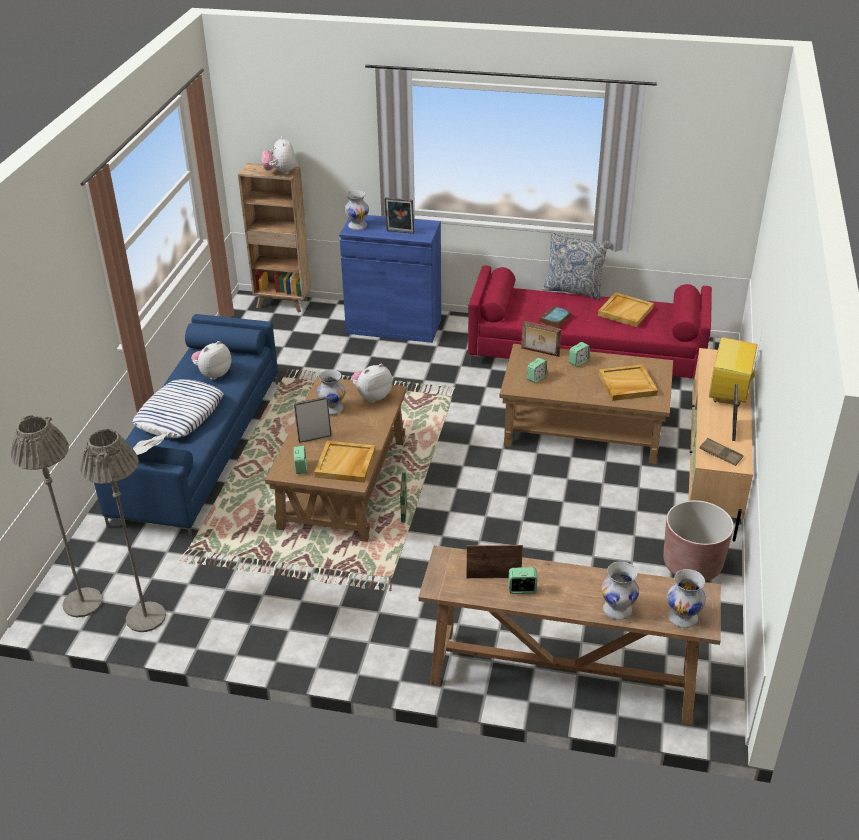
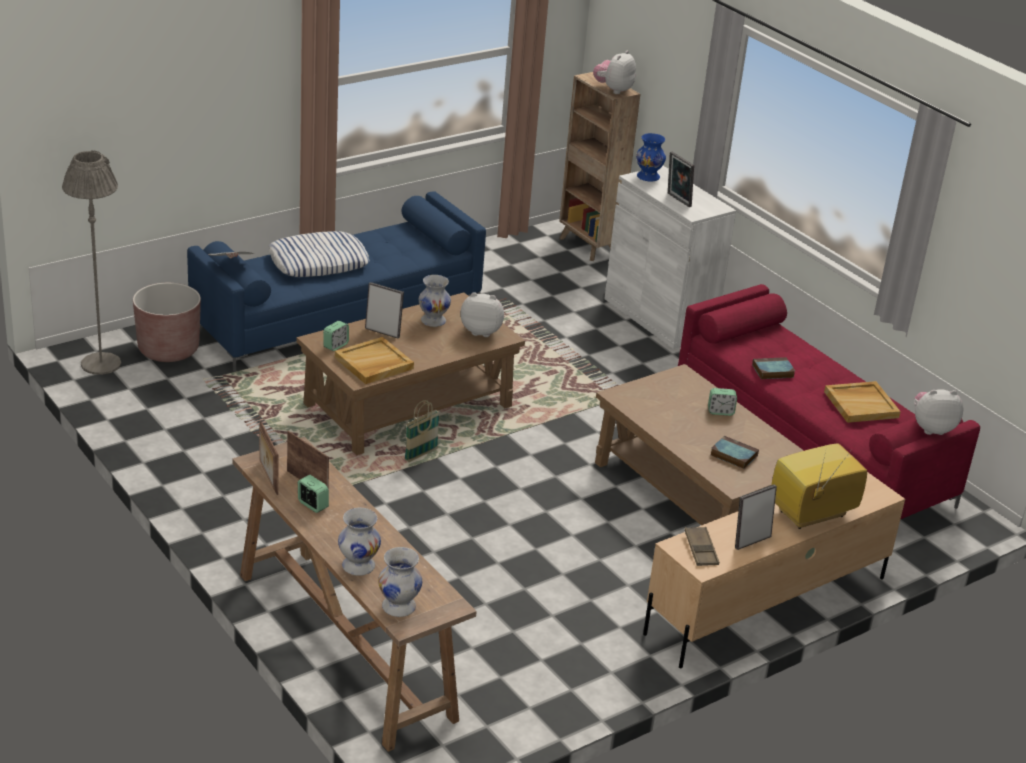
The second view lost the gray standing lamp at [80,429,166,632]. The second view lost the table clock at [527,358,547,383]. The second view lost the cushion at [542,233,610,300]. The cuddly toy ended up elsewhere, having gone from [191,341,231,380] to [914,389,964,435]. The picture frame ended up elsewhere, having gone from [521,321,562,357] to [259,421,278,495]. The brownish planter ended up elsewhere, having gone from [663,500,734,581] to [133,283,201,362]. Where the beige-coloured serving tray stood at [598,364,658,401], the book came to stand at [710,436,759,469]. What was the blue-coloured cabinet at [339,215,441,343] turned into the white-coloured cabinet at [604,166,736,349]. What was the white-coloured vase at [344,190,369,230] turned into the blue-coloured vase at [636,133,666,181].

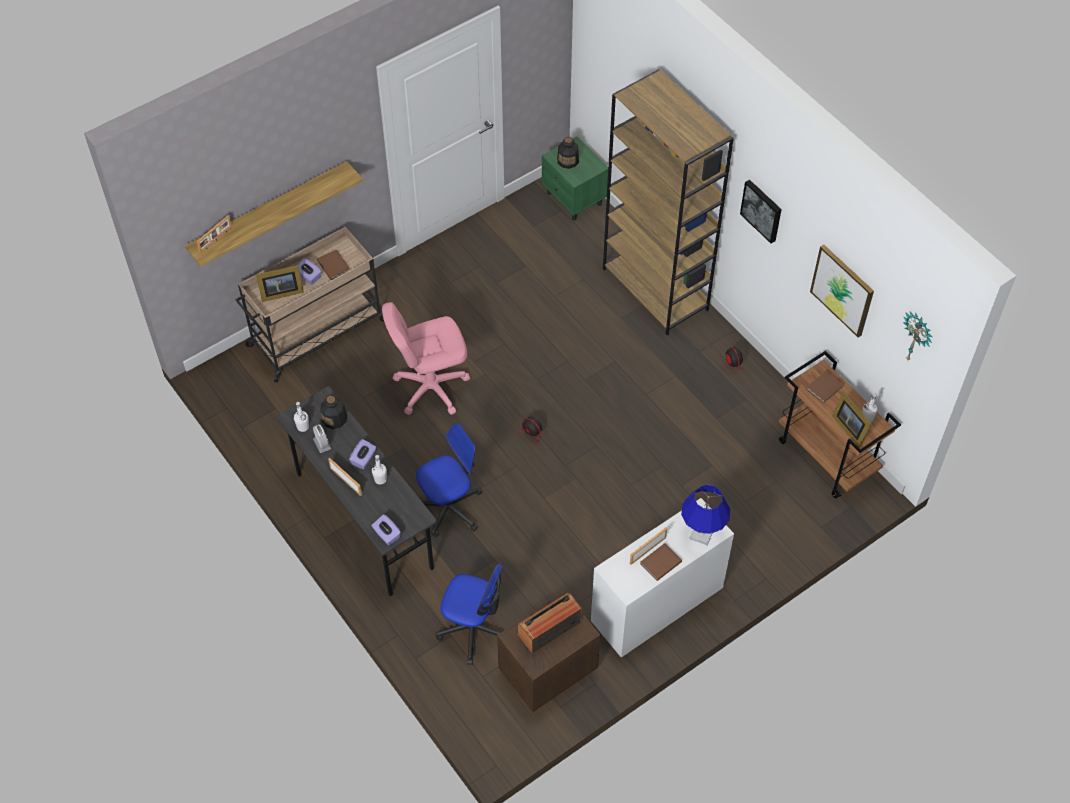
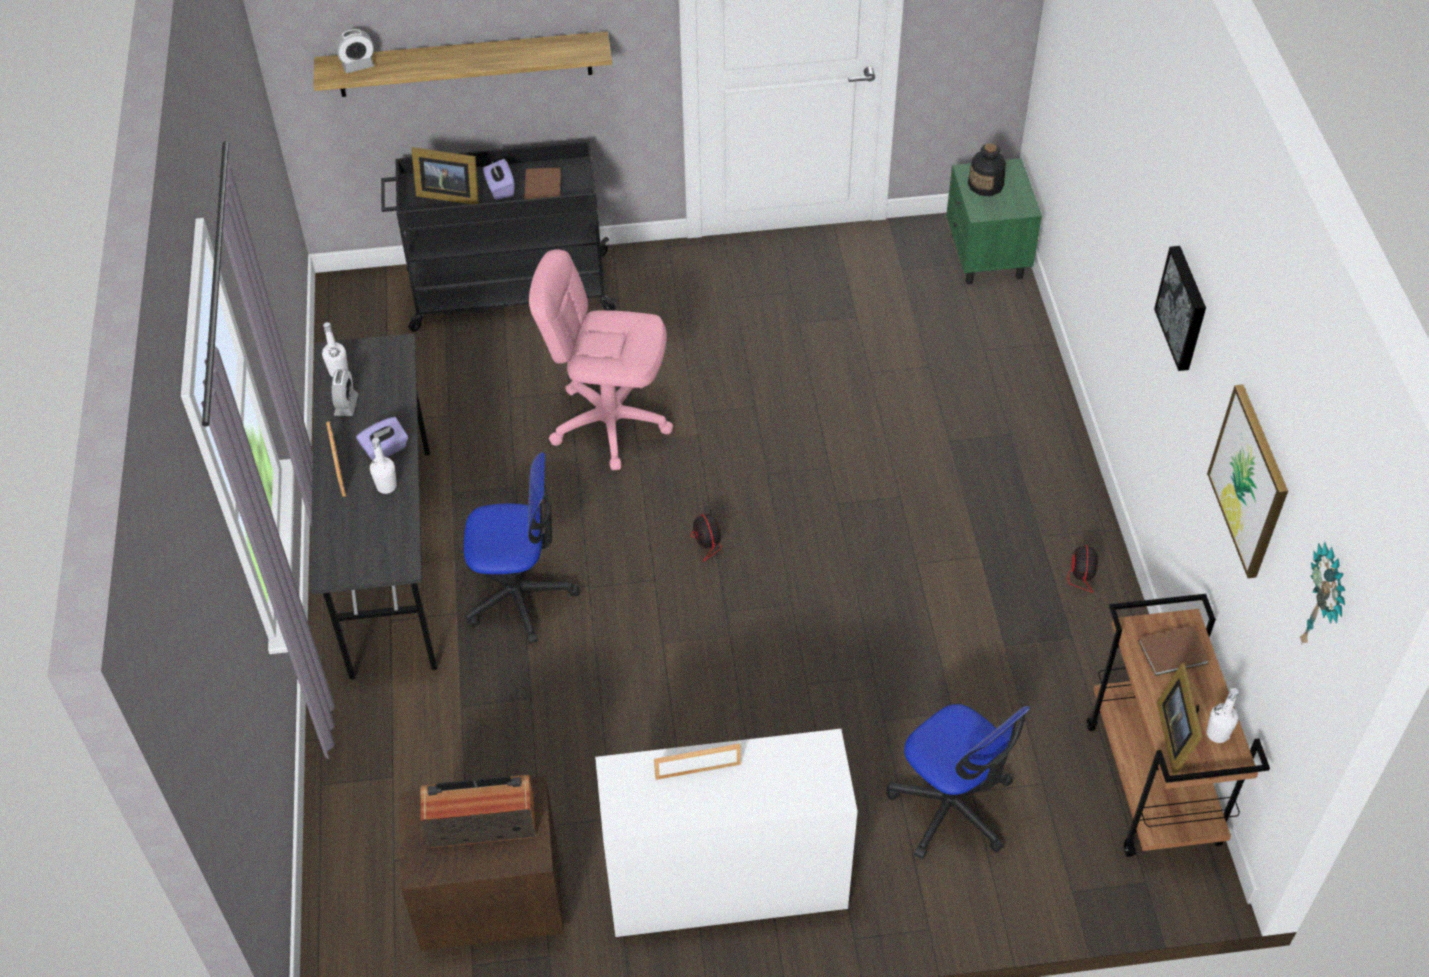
The second view lost the bottle at [320,395,347,429]. The second view lost the purple tissue box at [372,514,401,545]. The second view lost the brownish shelving unit at [603,69,734,336]. The second view lost the brownish book at [640,543,682,581]. The second view lost the blue-coloured lamp for a table at [681,485,730,545]. The desk chair ended up elsewhere, having gone from [436,564,503,665] to [886,704,1030,859]. Where the picture frame stood at [197,215,232,254], the table clock came to stand at [335,29,374,73]. What was the beige-coloured cart at [235,227,384,382] turned into the black cart at [381,141,617,332].

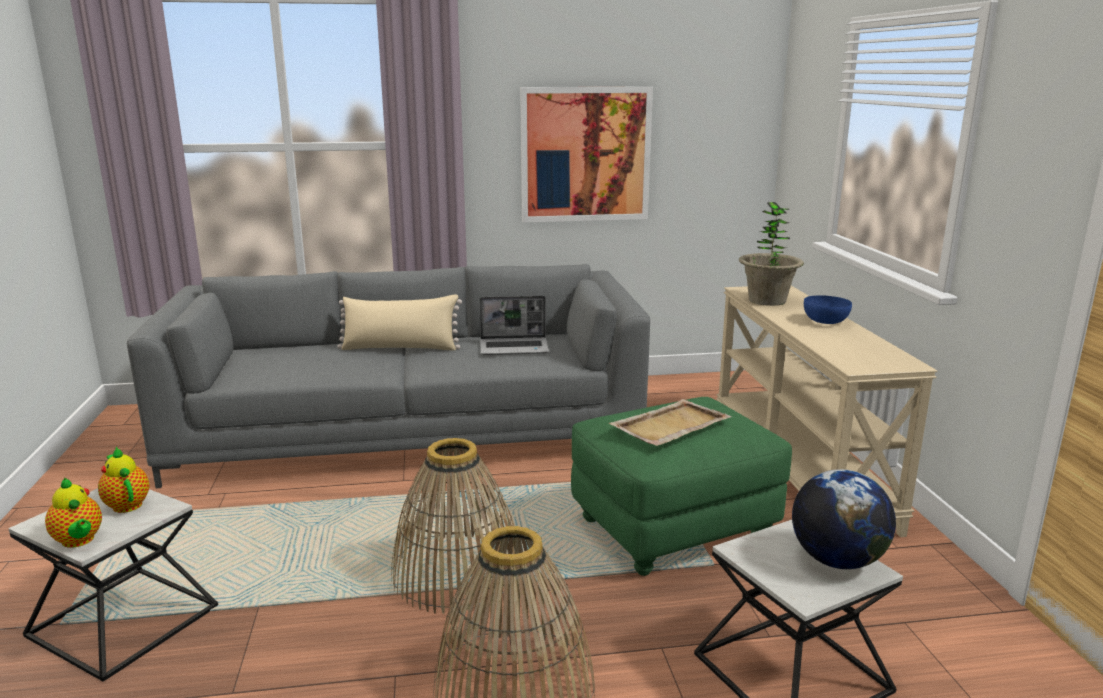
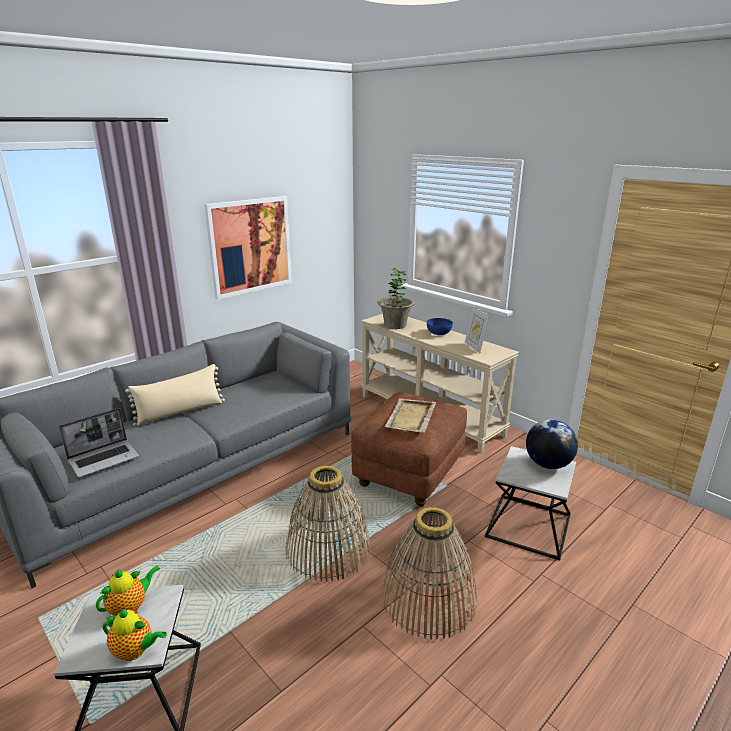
The second view gained the picture frame at [465,306,489,353]. The laptop ended up elsewhere, having gone from [479,296,549,355] to [59,408,139,478]. What was the green-coloured ottoman at [571,397,792,576] turned into the brownish ottoman at [351,392,467,507]. The pot for tea at [98,446,149,513] ended up facing another way, 120 degrees clockwise from before.

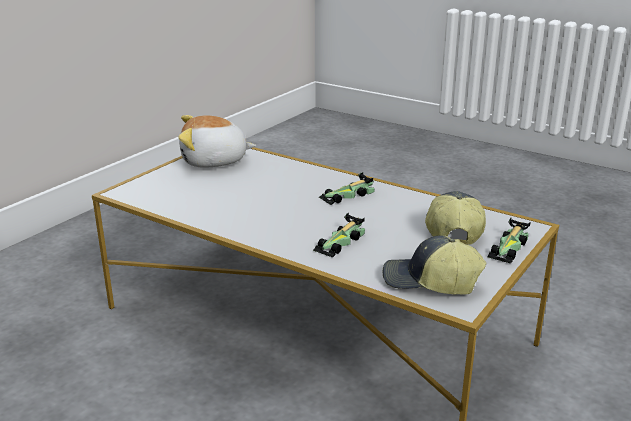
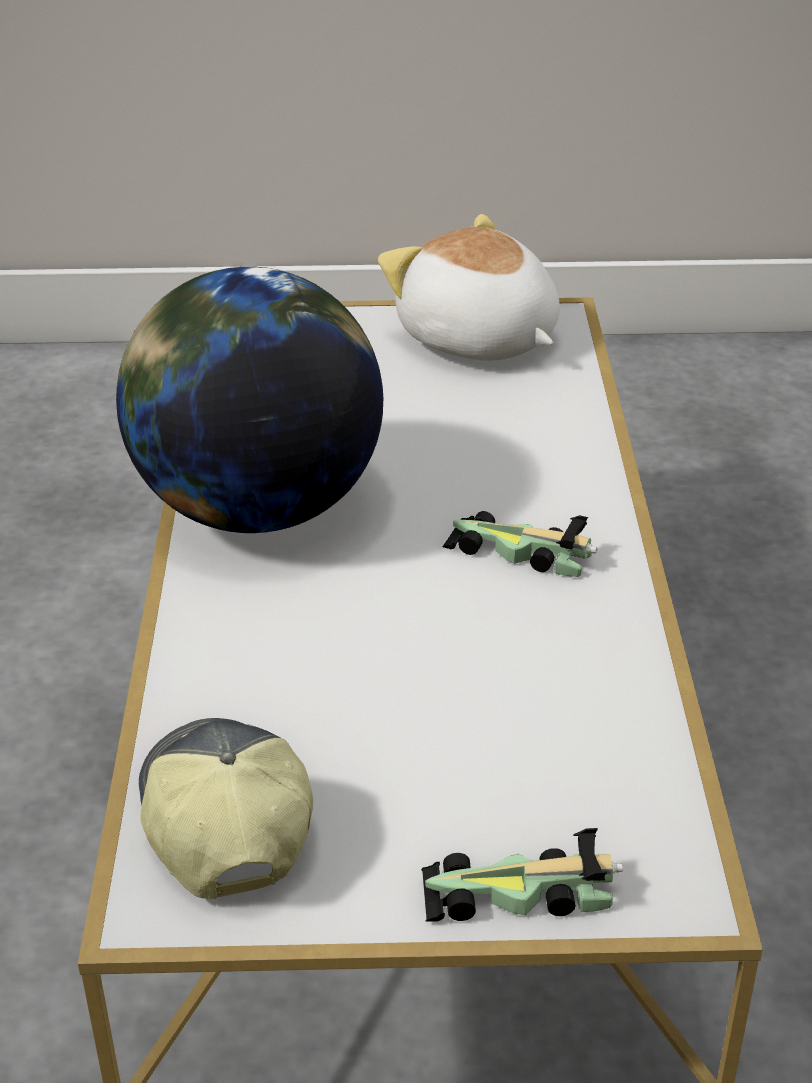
The second view lost the miniature car at [313,213,365,257]. The second view lost the baseball cap at [425,191,486,245]. The second view gained the globe at [116,267,383,533].

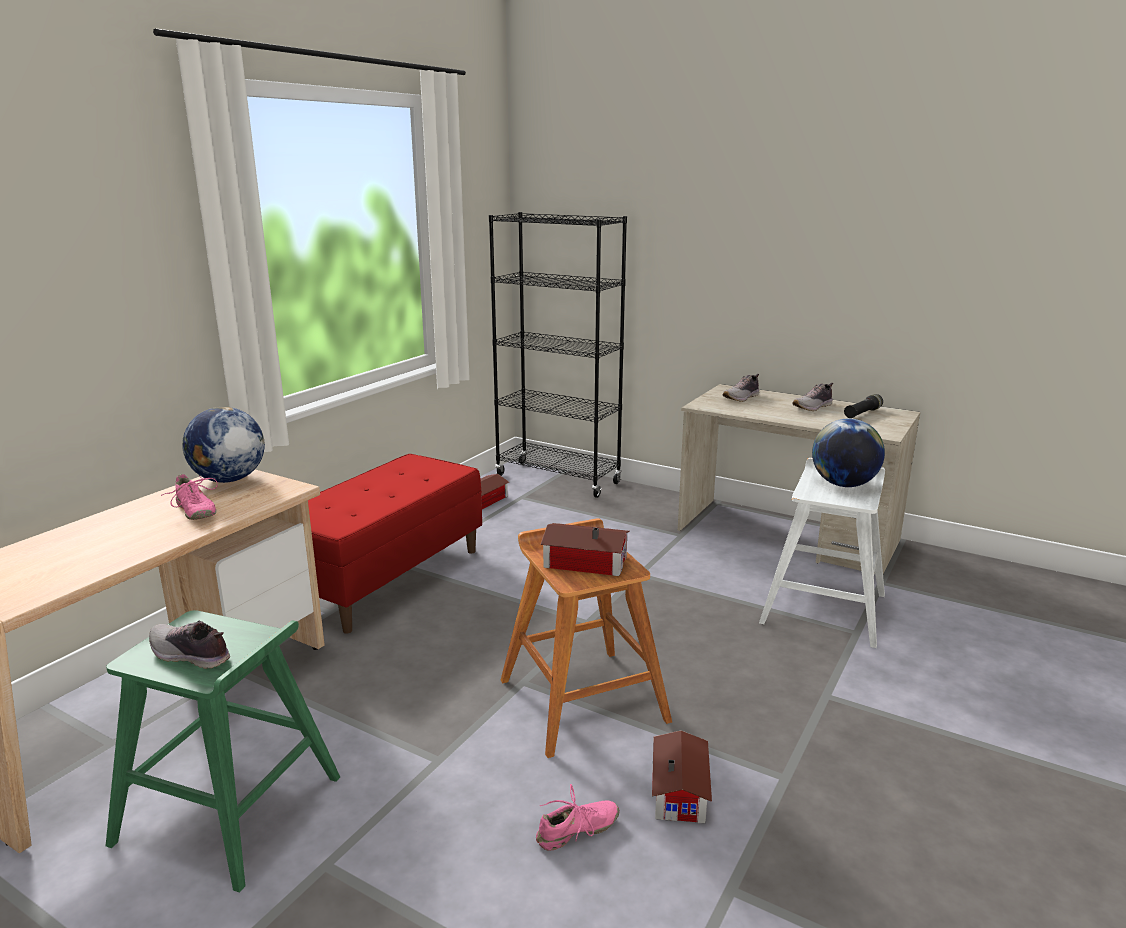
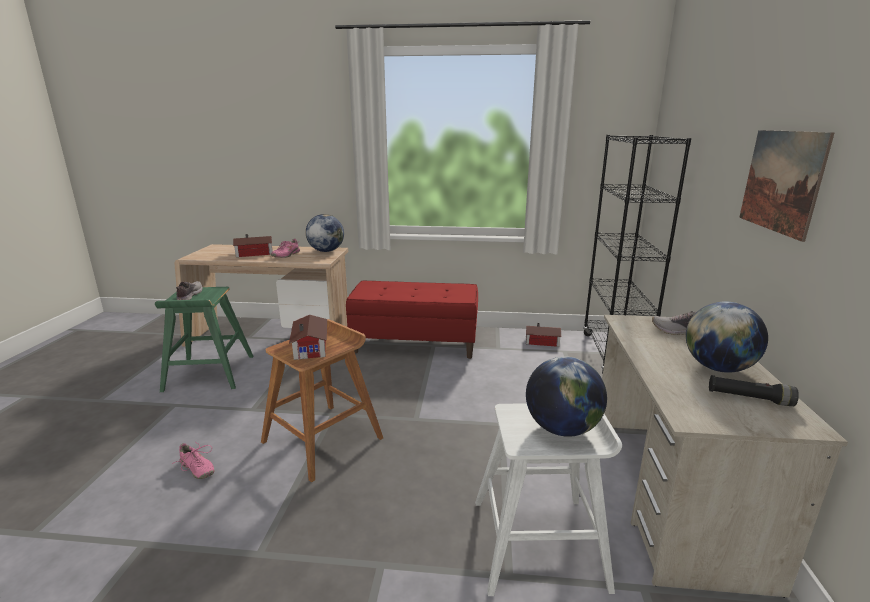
The second view gained the picture at [739,130,835,242]. The miniature house ended up elsewhere, having gone from [652,730,712,823] to [233,234,273,257]. Where the shoe stood at [792,383,833,411], the globe came to stand at [686,302,768,373].

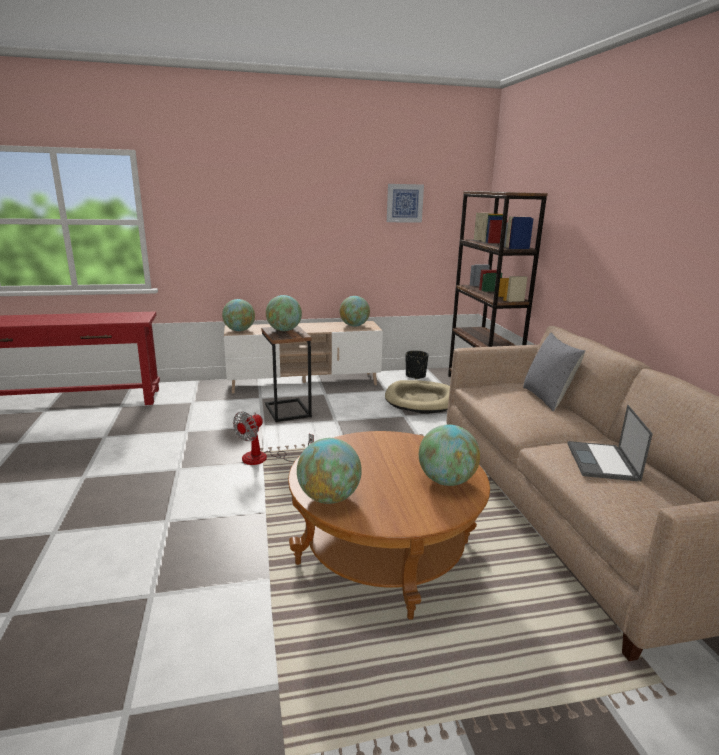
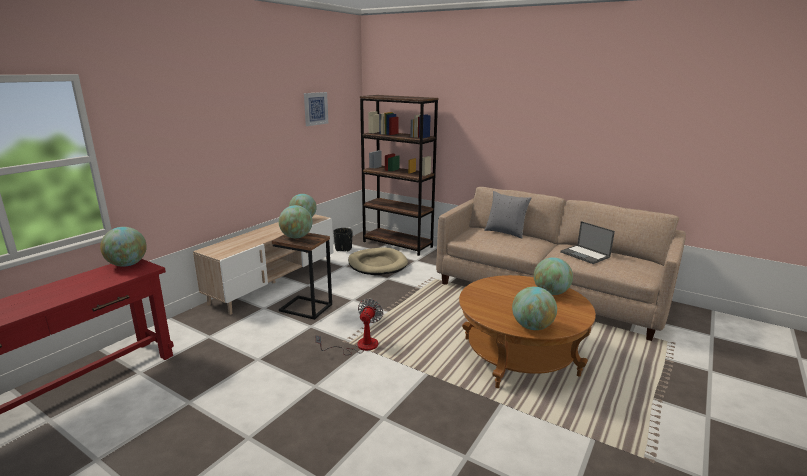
The globe ended up elsewhere, having gone from [222,299,255,331] to [100,227,147,267]. The fan at [233,411,314,465] ended up facing another way, 150 degrees counterclockwise from before.

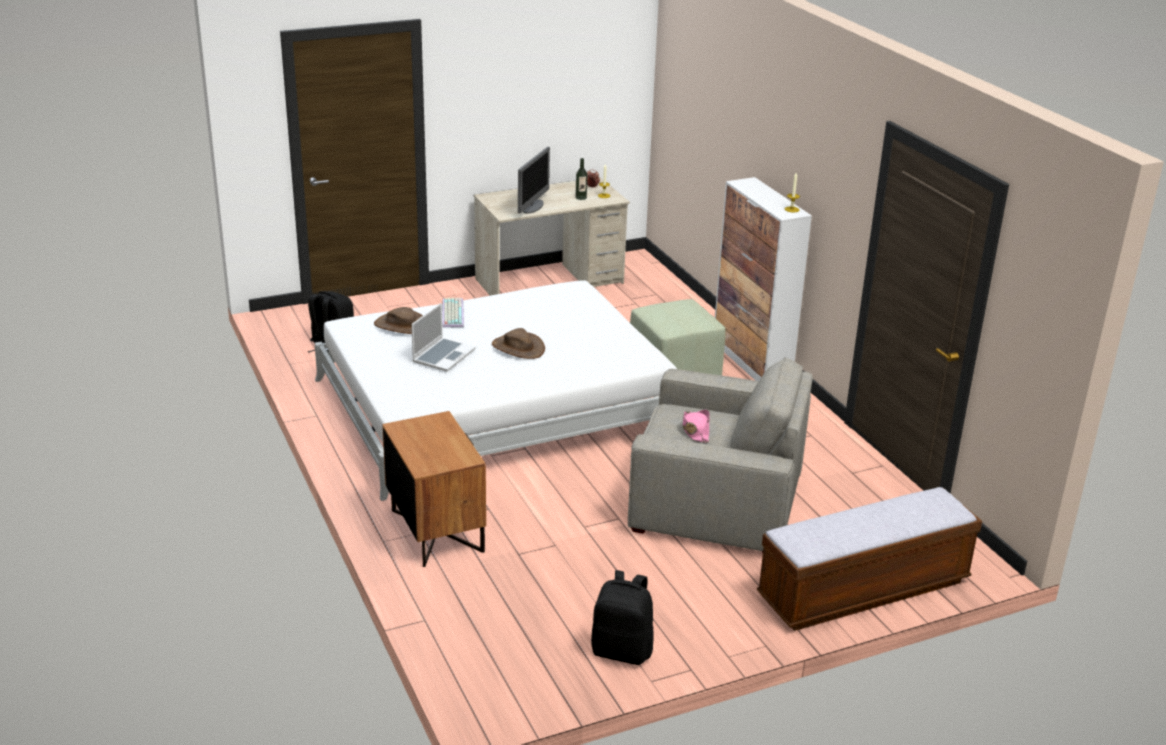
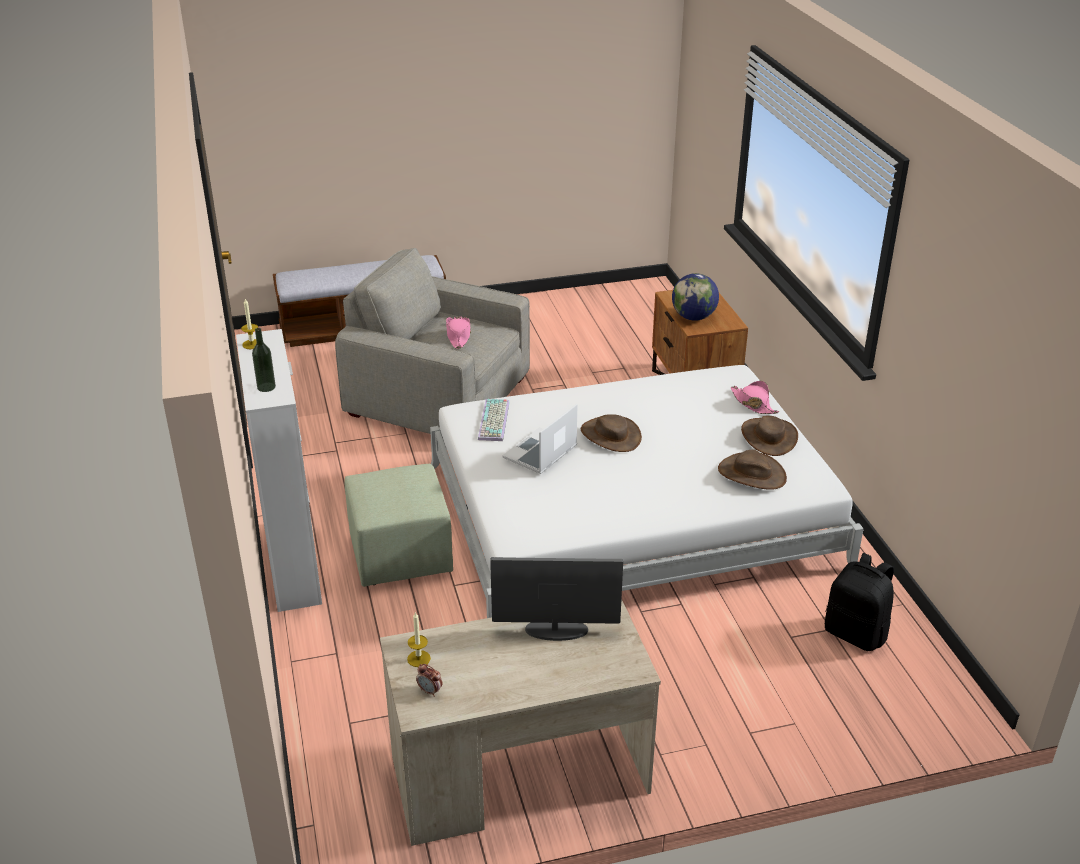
The second view lost the black knapsack at [591,570,654,665]. The second view gained the globe at [672,273,719,321]. The second view gained the pink hat at [731,381,779,414]. The second view gained the brownish hat at [741,416,798,456]. The laptop ended up elsewhere, having gone from [411,303,475,371] to [502,404,577,474]. The PC keyboard ended up elsewhere, having gone from [443,298,464,328] to [478,399,509,441]. The bottle ended up elsewhere, having gone from [575,158,587,200] to [252,328,276,392]. The monitor at [518,147,550,214] ended up facing another way, 60 degrees clockwise from before.

